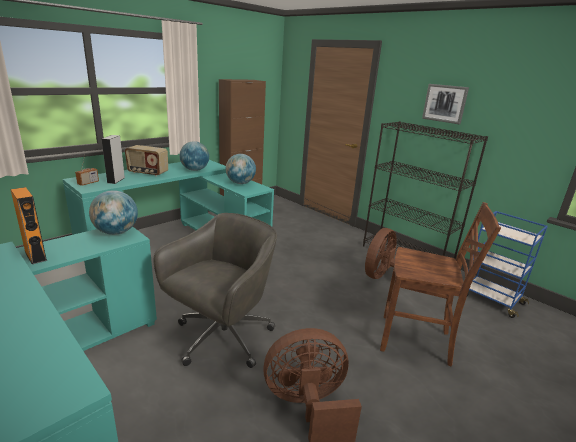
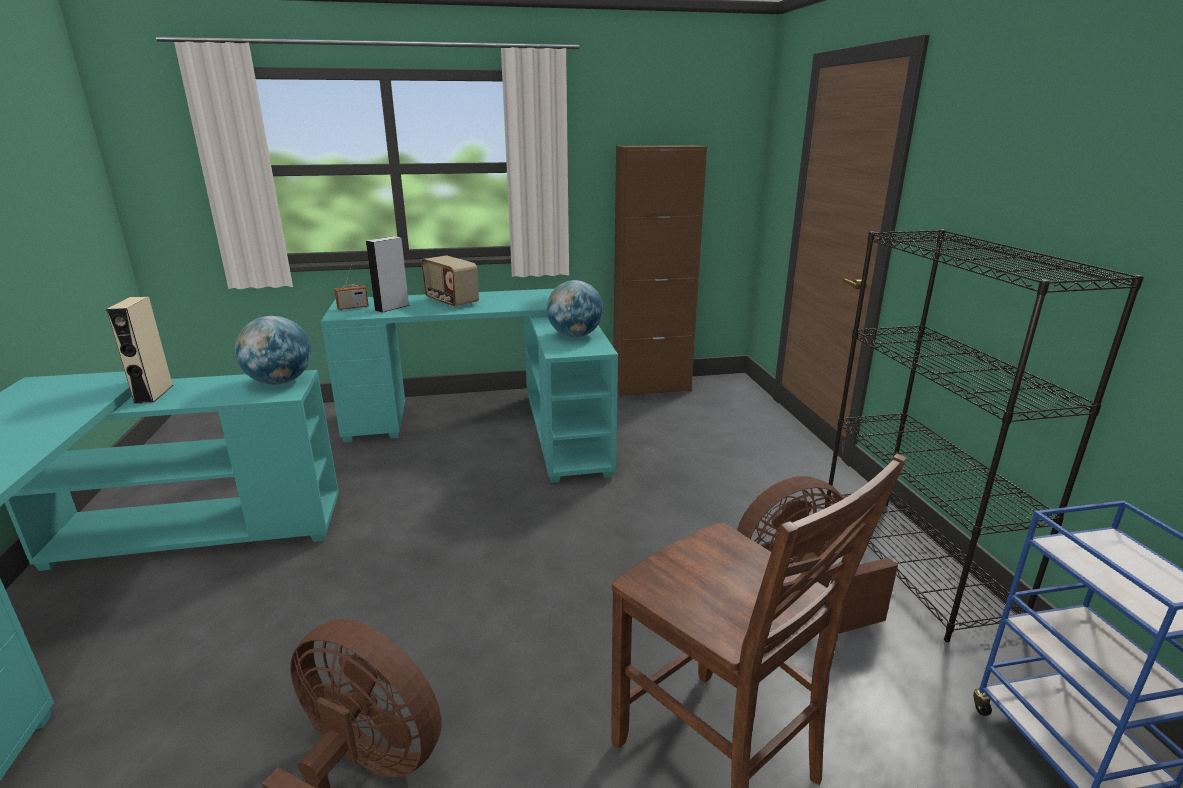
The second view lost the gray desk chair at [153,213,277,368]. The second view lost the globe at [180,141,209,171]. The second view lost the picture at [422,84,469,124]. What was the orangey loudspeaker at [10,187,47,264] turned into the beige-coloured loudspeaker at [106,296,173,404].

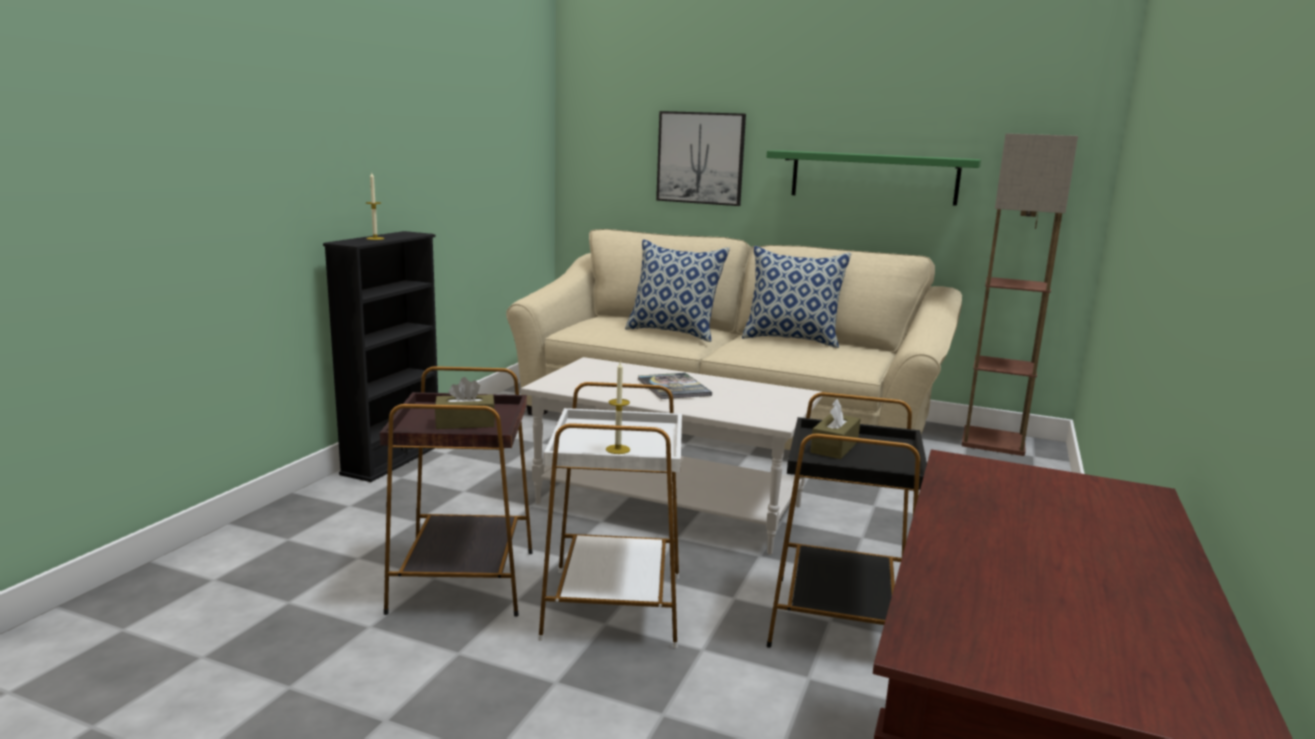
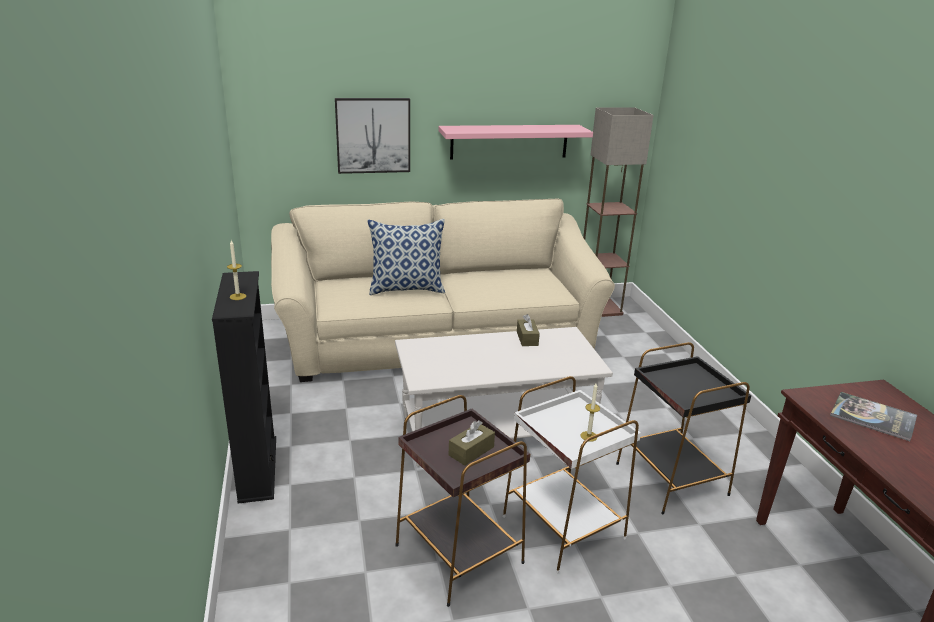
The second view lost the cushion at [742,246,851,348]. The book ended up elsewhere, having gone from [638,373,712,399] to [830,392,917,441]. The brownish tissue box ended up elsewhere, having gone from [810,399,861,459] to [517,314,540,346]. What was the green-coloured bracket shelf at [766,150,981,206] turned into the pink bracket shelf at [438,125,593,159].

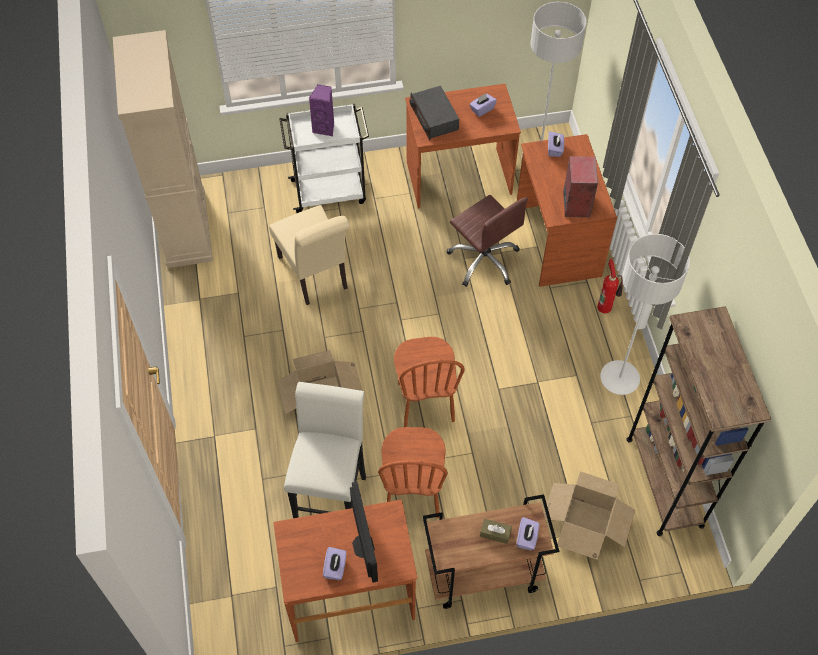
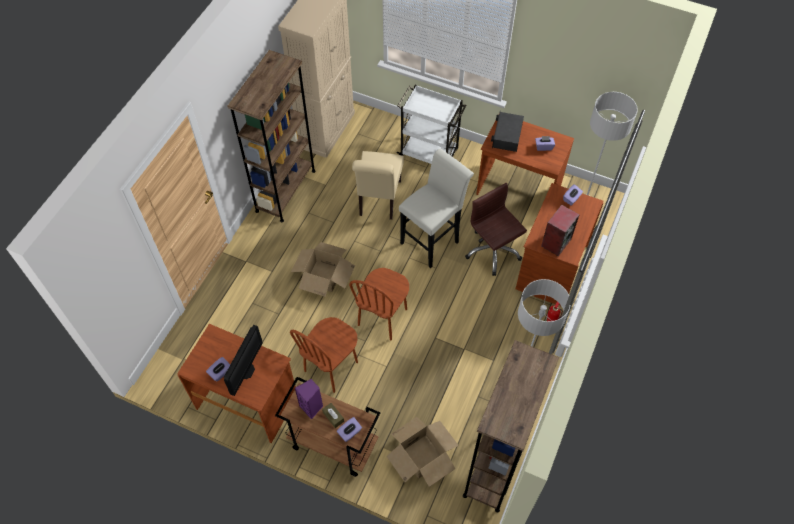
The second view gained the brownish shelving unit at [227,50,316,222]. The white-coloured stool seat ended up elsewhere, having gone from [284,382,366,518] to [399,149,474,268]. The purple loudspeaker ended up elsewhere, having gone from [309,84,334,136] to [295,379,323,420]. The brownish desk chair at [447,195,528,287] ended up facing another way, 150 degrees clockwise from before.

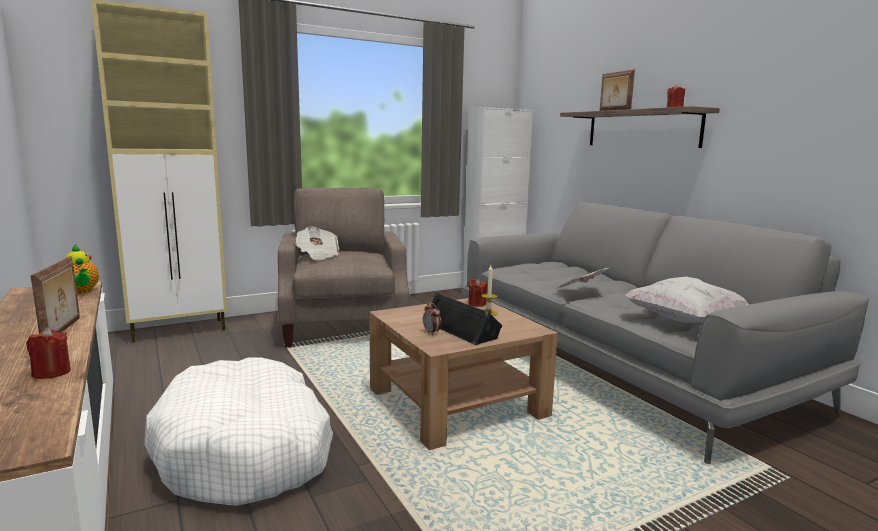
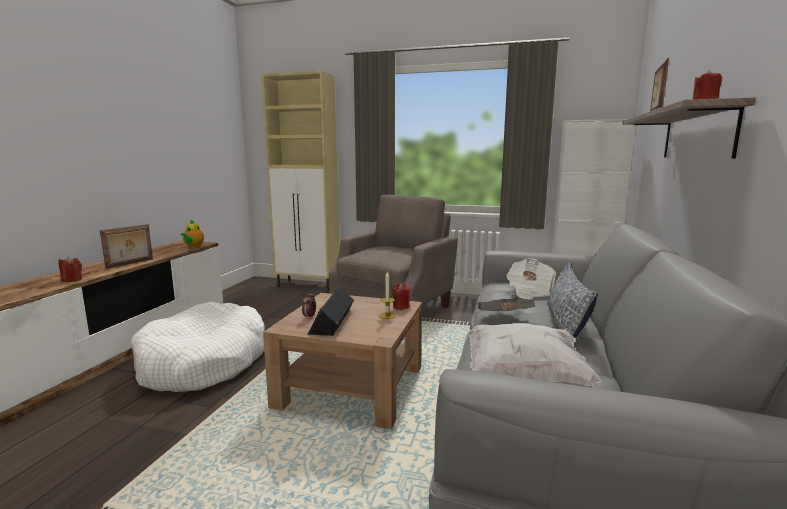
The second view gained the cushion at [547,262,598,339]. The daily paper ended up elsewhere, having gone from [295,227,339,261] to [506,258,556,298].

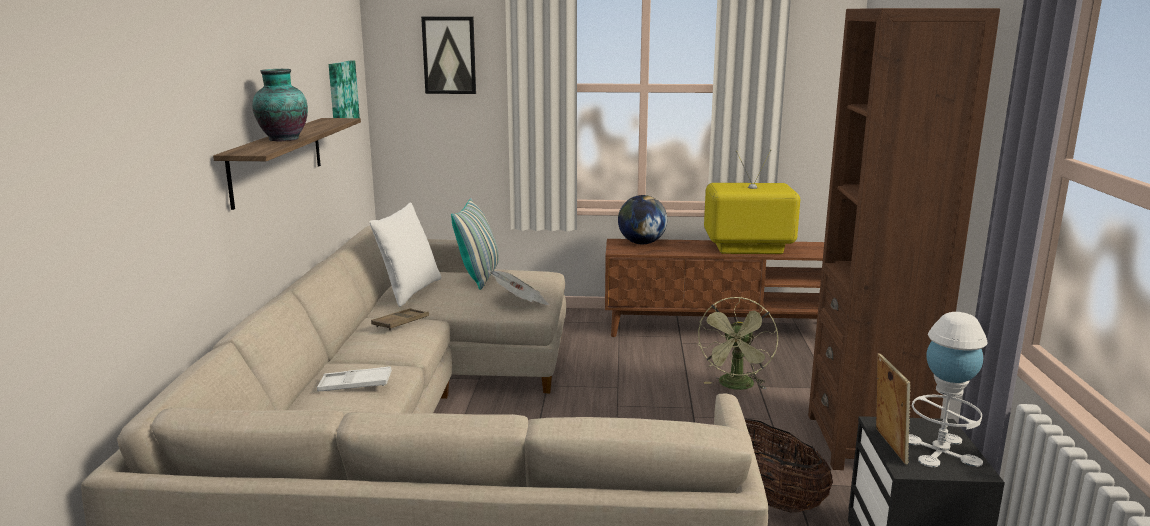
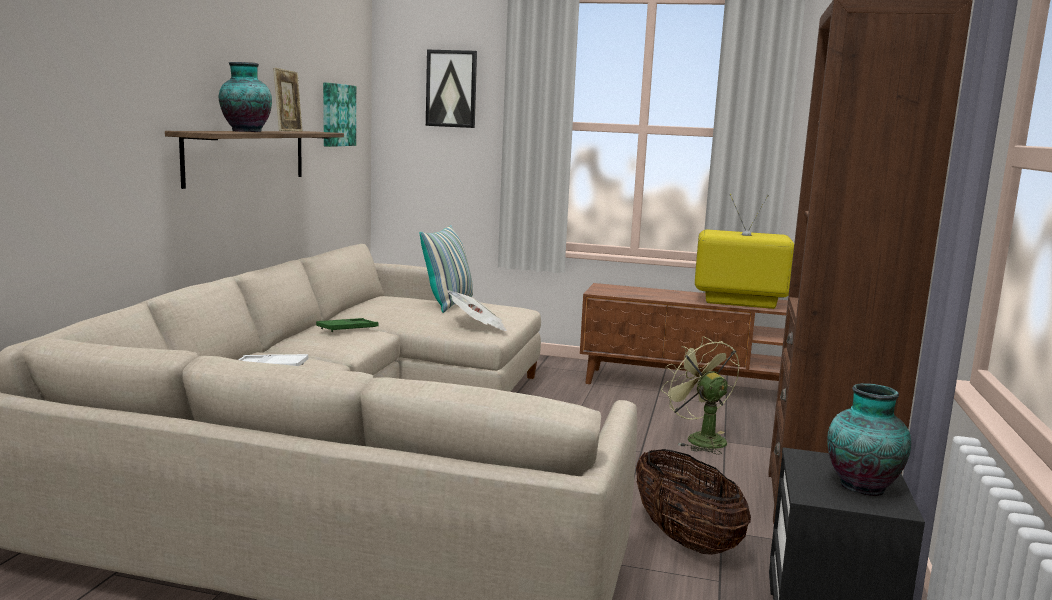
The second view lost the white-coloured cushion at [369,202,441,307]. The second view lost the globe at [618,195,667,244]. The picture frame ended up elsewhere, having gone from [876,353,911,465] to [273,68,303,132]. Where the white-coloured lamp for a table stood at [909,312,987,467], the vase came to stand at [827,383,911,496]. What was the brownish serving tray at [371,308,429,330] turned into the green-coloured serving tray at [316,318,379,332]. The green-coloured fan at [698,297,778,390] ended up facing another way, 120 degrees clockwise from before.

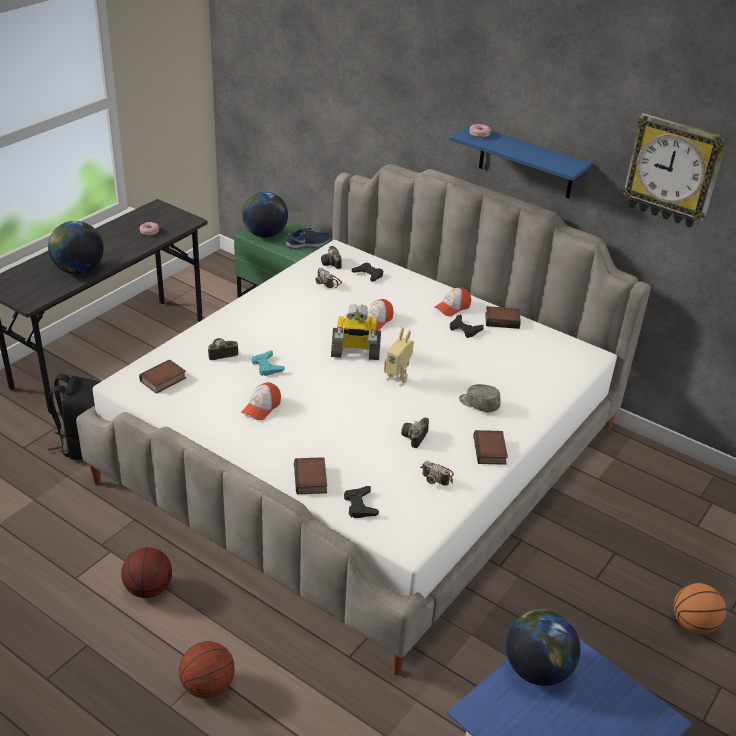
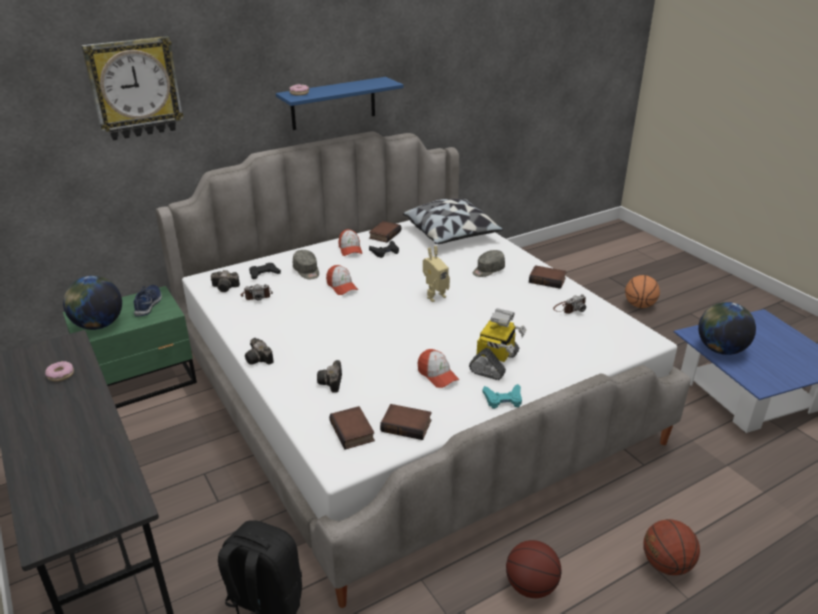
The second view lost the globe at [48,221,104,274]. The second view lost the black joypad at [344,486,379,518]. The second view gained the gray baseball cap at [293,250,319,279]. The second view gained the cushion at [403,199,503,244]. The blue-green joypad ended up elsewhere, having gone from [252,350,285,376] to [482,384,522,409]. The book ended up elsewhere, having gone from [294,457,327,494] to [380,404,432,440]. The toy robot ended up elsewhere, having gone from [331,304,381,360] to [469,308,527,380]. The photo camera ended up elsewhere, having gone from [401,417,429,448] to [245,338,274,365]. The wall clock ended up elsewhere, having gone from [622,113,728,227] to [82,36,184,140].

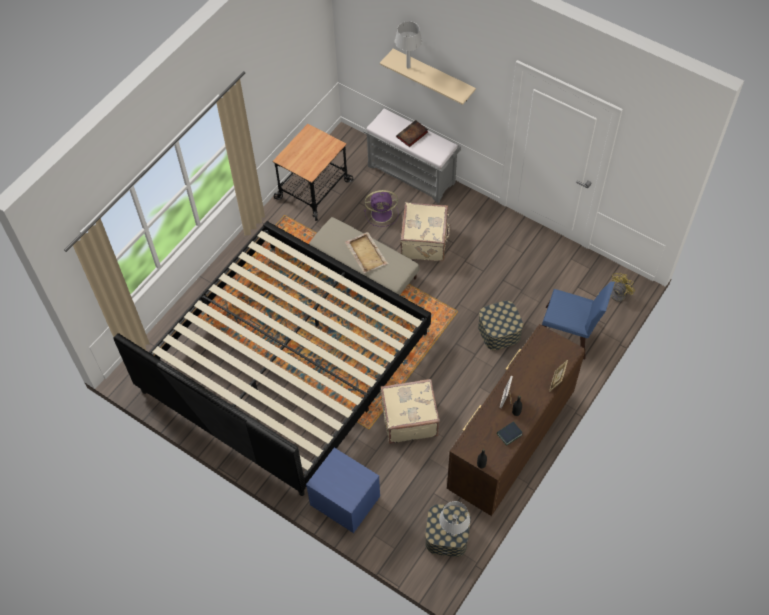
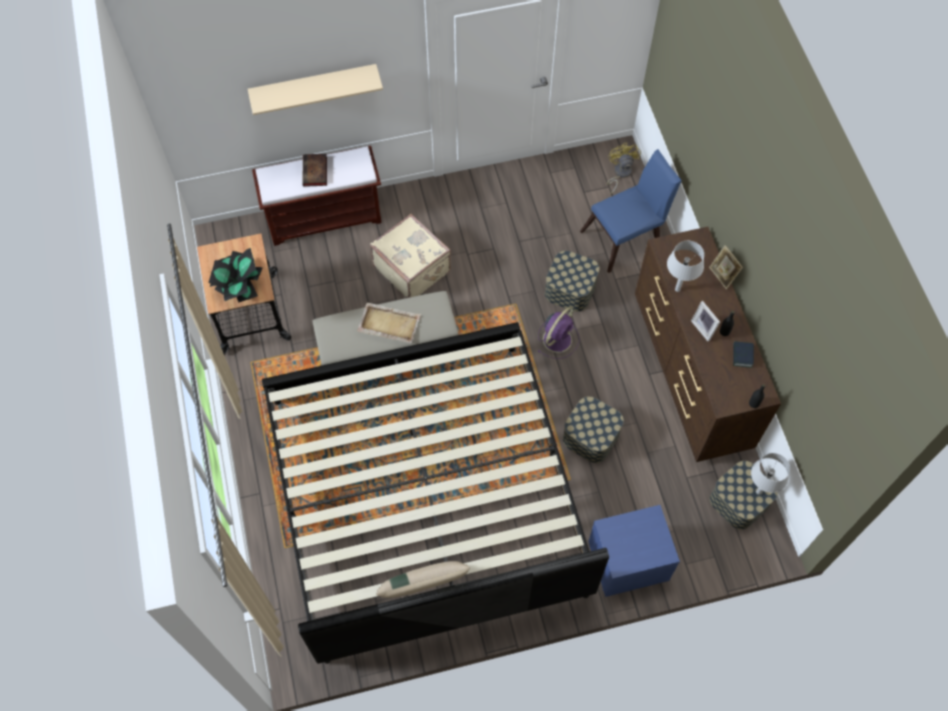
The second view gained the plant in a pot at [208,248,263,303]. The second view gained the beige-coloured cushion at [376,561,470,598]. The purple fan ended up elsewhere, having gone from [364,190,398,227] to [538,307,579,359]. The gray lamp for a table ended up elsewhere, having gone from [395,21,422,68] to [667,241,704,292]. Where the beige-coloured suitcase stood at [380,379,440,444], the storage bin came to stand at [563,396,624,463]. What was the gray indoor bench at [363,108,461,203] turned into the brownish indoor bench at [252,146,382,246].

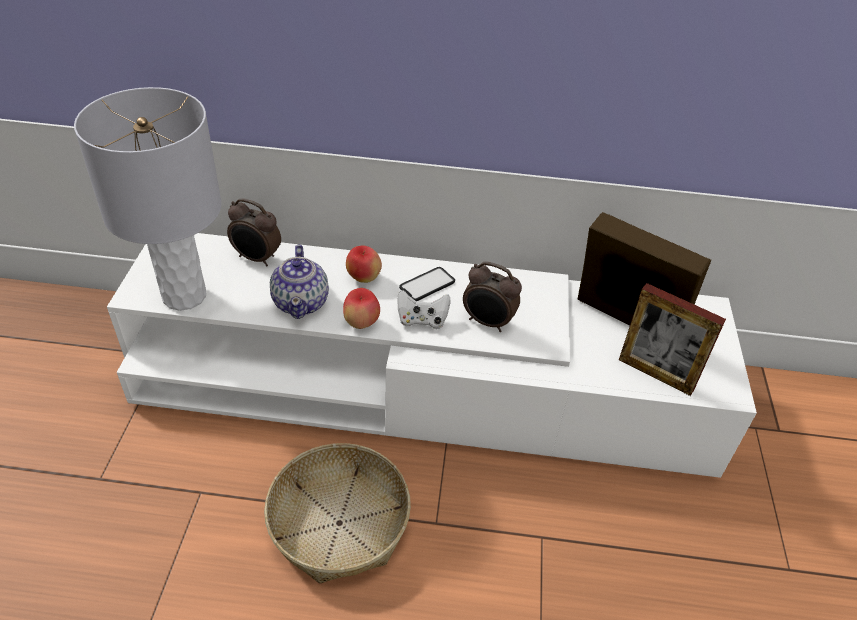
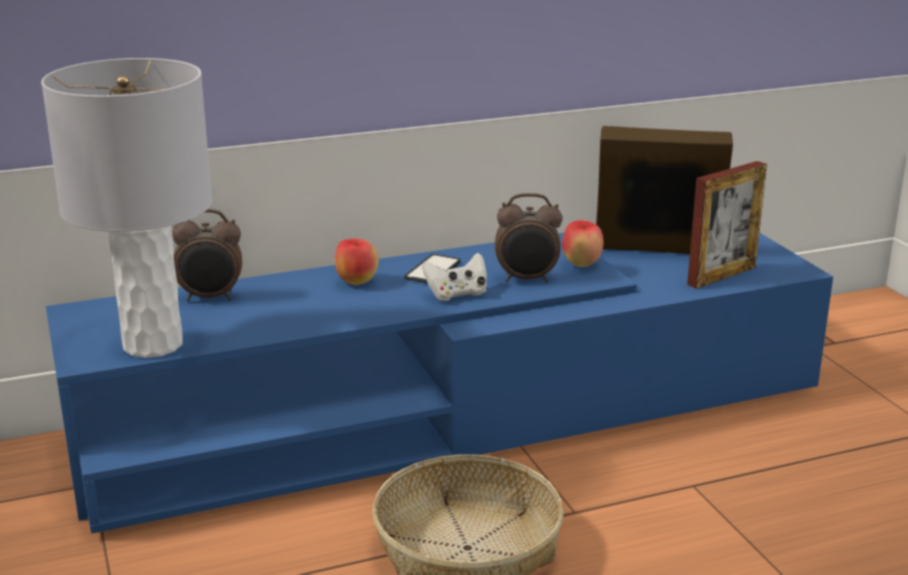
The second view lost the pot for tea at [270,245,329,319]. The apple ended up elsewhere, having gone from [343,288,380,329] to [562,220,604,267]. What was the white-coloured tv unit at [107,233,757,478] turned into the blue-coloured tv unit at [46,232,833,534]. The picture frame at [619,283,726,396] ended up facing another way, 45 degrees counterclockwise from before.

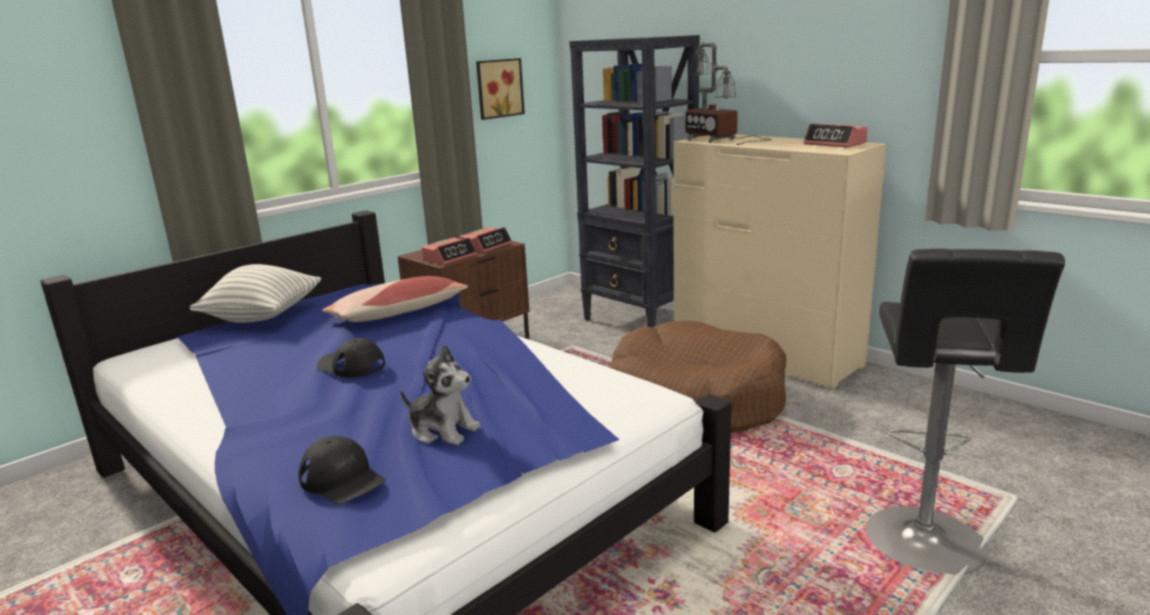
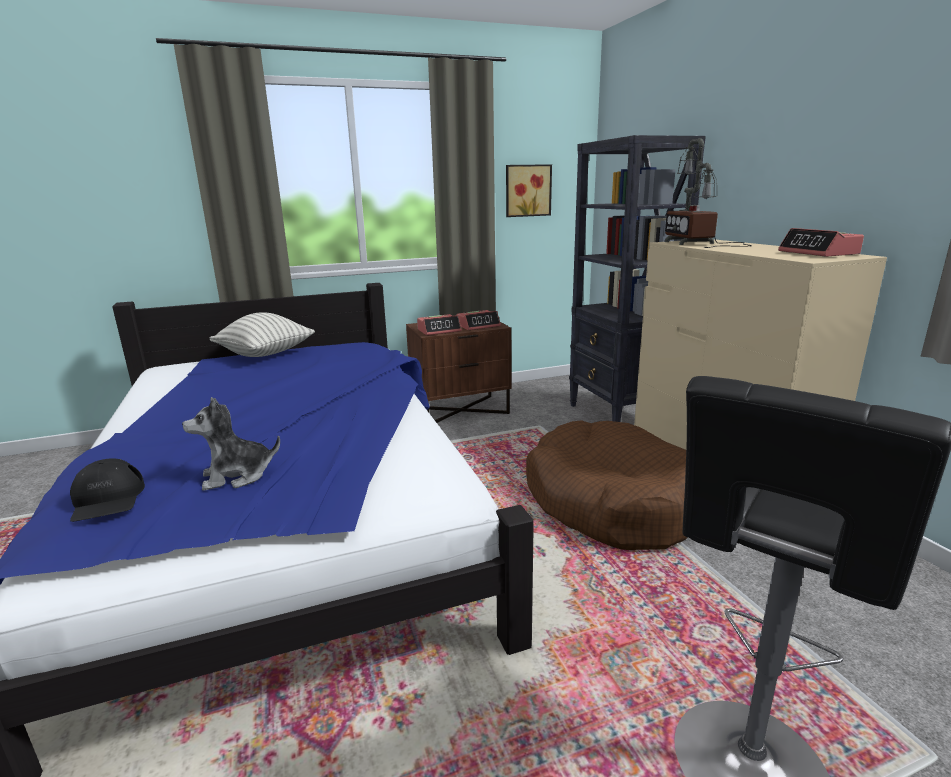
The second view lost the black baseball cap at [316,338,385,378]. The second view lost the cushion at [322,276,468,322]. The cuddly toy at [400,345,481,445] ended up facing another way, 105 degrees clockwise from before.

